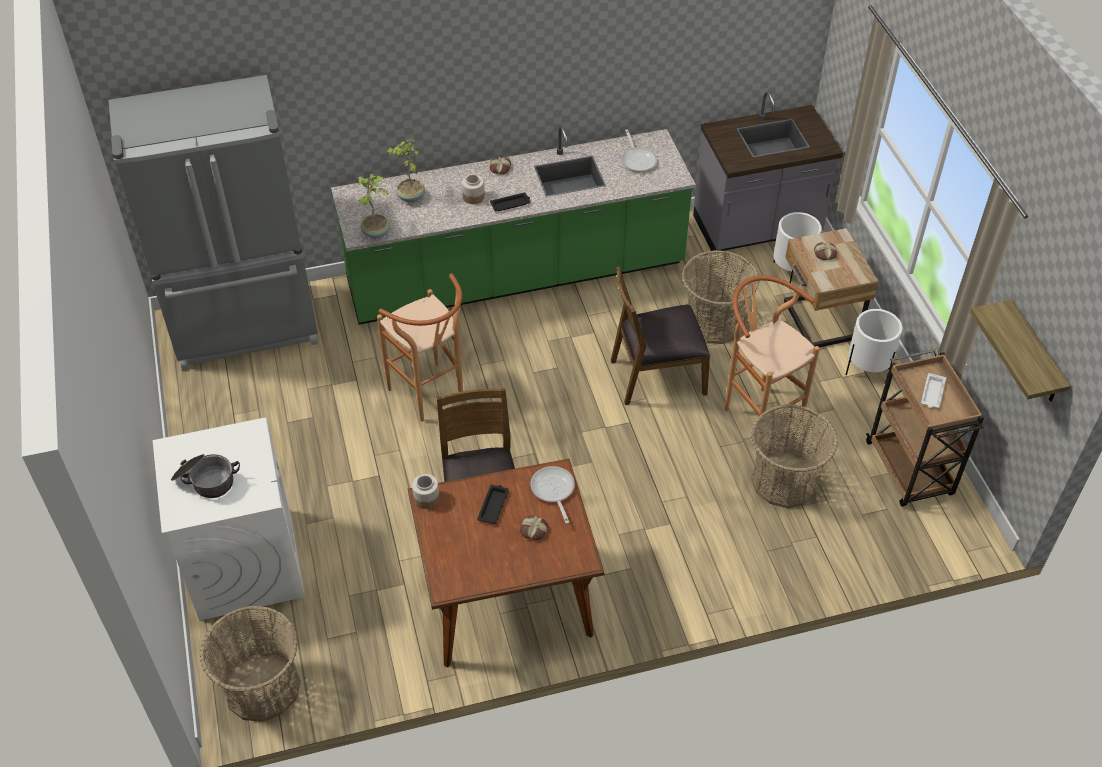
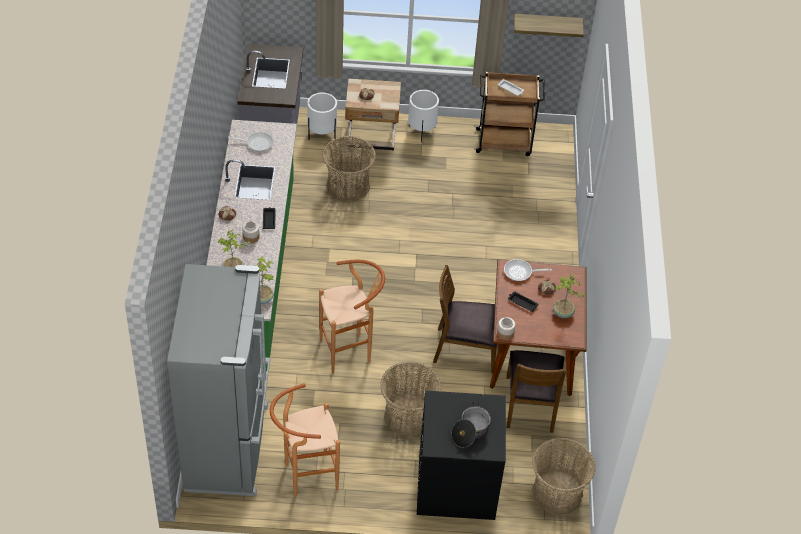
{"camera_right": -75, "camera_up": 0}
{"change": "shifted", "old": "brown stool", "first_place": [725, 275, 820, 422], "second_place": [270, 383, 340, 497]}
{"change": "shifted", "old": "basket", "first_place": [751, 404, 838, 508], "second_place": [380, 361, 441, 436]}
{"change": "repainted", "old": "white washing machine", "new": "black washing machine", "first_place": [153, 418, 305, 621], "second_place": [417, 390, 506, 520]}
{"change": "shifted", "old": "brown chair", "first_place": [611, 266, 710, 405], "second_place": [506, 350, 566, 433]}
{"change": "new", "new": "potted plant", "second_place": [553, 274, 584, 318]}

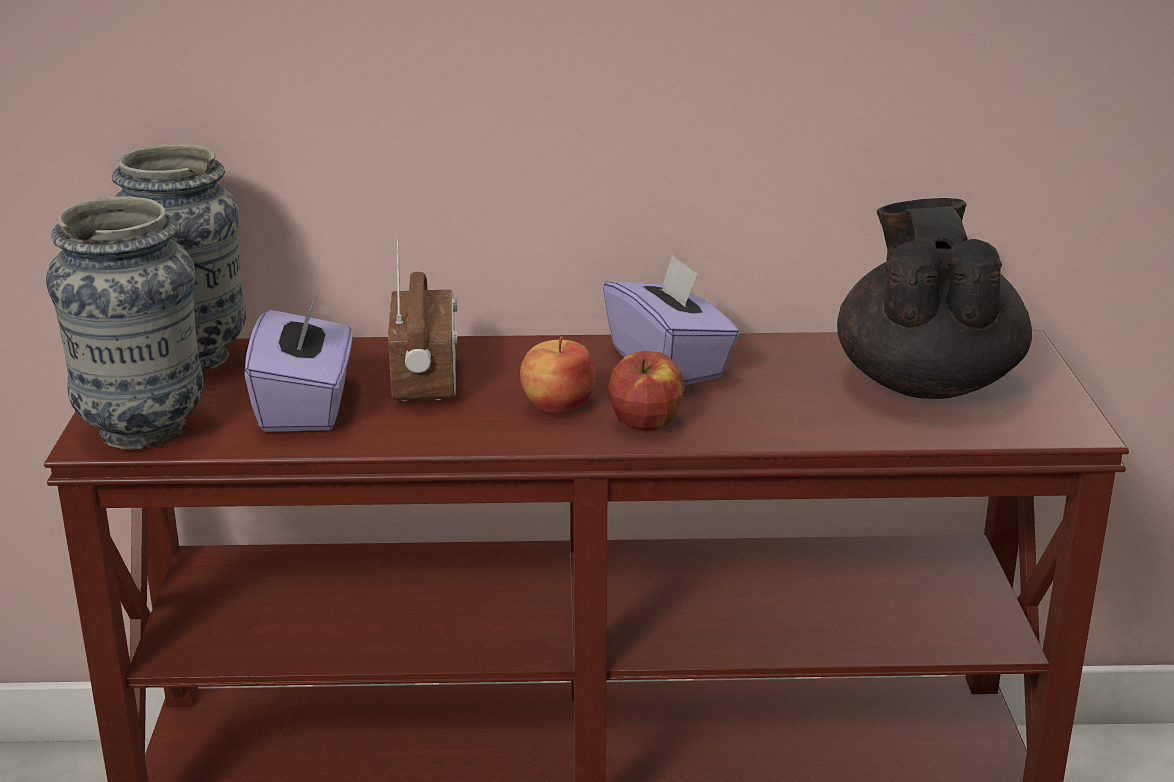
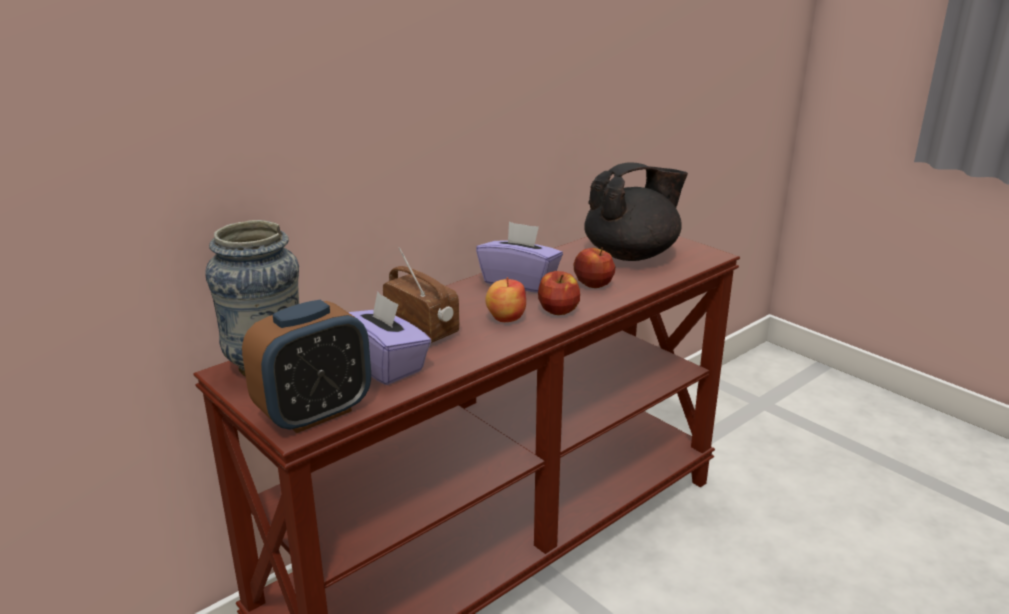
{"camera_right": -40, "camera_up": 0}
{"change": "swapped", "old": "vase", "new": "alarm clock", "first_place": [46, 196, 204, 450], "second_place": [242, 300, 371, 433]}
{"change": "new", "new": "apple", "second_place": [573, 247, 615, 288]}
{"change": "rotated", "old": "black teapot", "first_place": [837, 198, 1032, 399], "second_place": [584, 163, 688, 261], "degrees": 105}

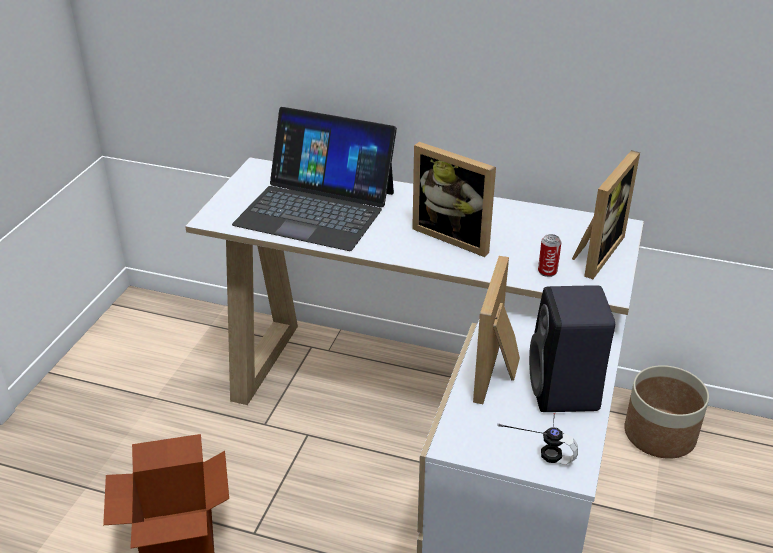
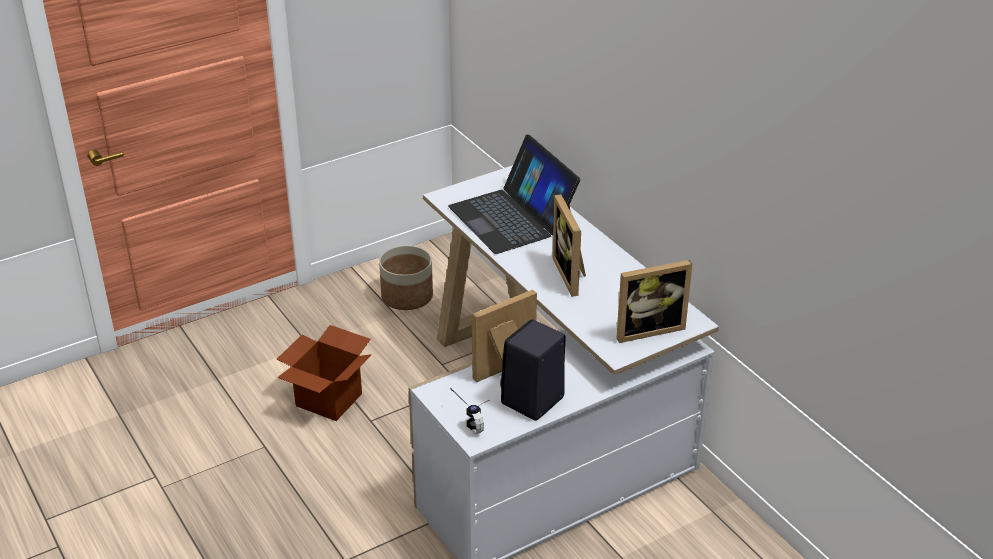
{"camera_right": 40, "camera_up": 0}
{"change": "shifted", "old": "planter", "first_place": [624, 365, 709, 459], "second_place": [379, 245, 433, 310]}
{"change": "gone", "old": "can", "first_place": [538, 234, 562, 277]}

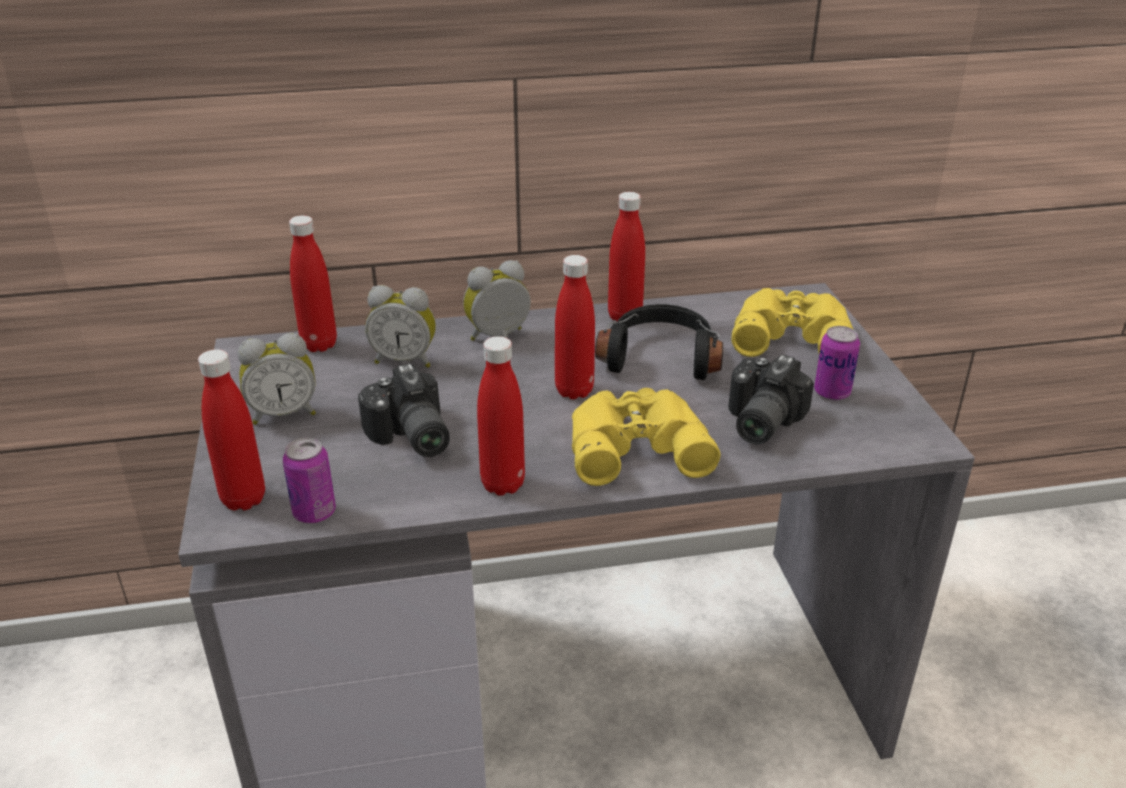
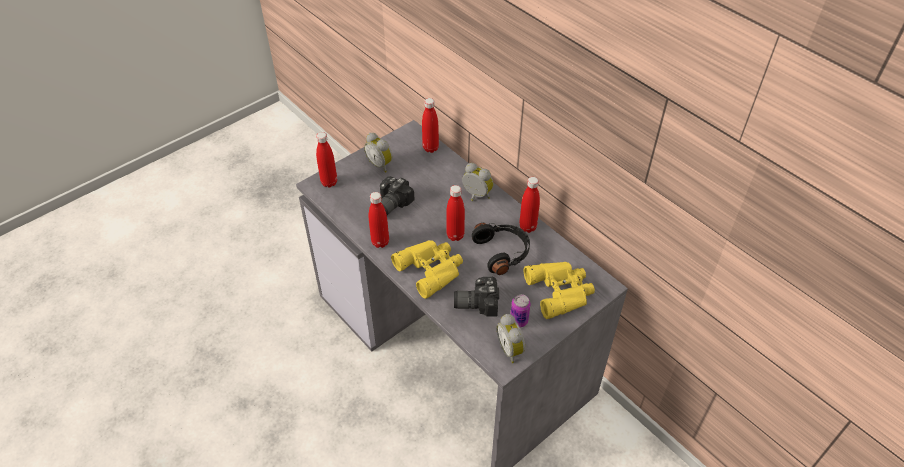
{"camera_right": 60, "camera_up": 15}
{"change": "shifted", "old": "alarm clock", "first_place": [365, 285, 436, 368], "second_place": [497, 314, 525, 363]}
{"change": "gone", "old": "can", "first_place": [283, 437, 336, 523]}

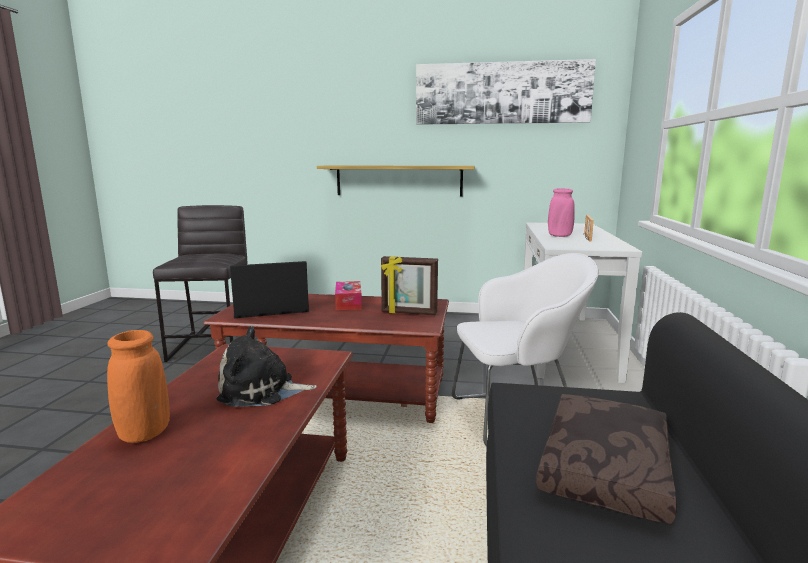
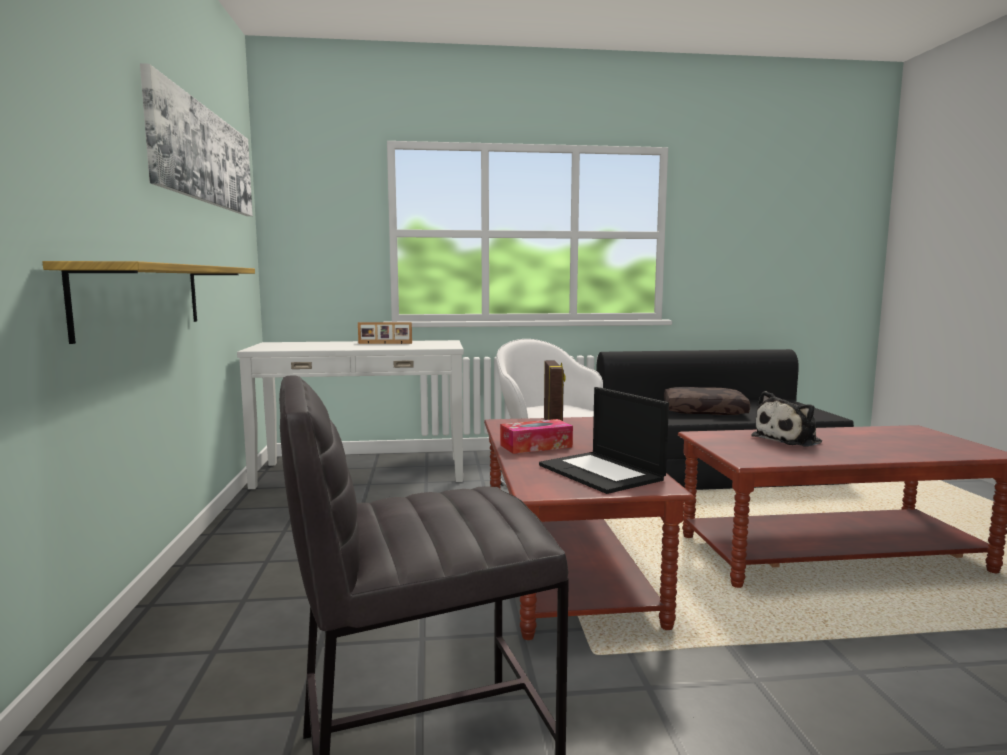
{"camera_right": -105, "camera_up": -5}
{"change": "rotated", "old": "plush toy", "first_place": [217, 326, 317, 407], "second_place": [751, 391, 822, 447], "degrees": 75}
{"change": "gone", "old": "orange vase", "first_place": [107, 330, 170, 443]}
{"change": "gone", "old": "pink vase", "first_place": [548, 189, 575, 237]}

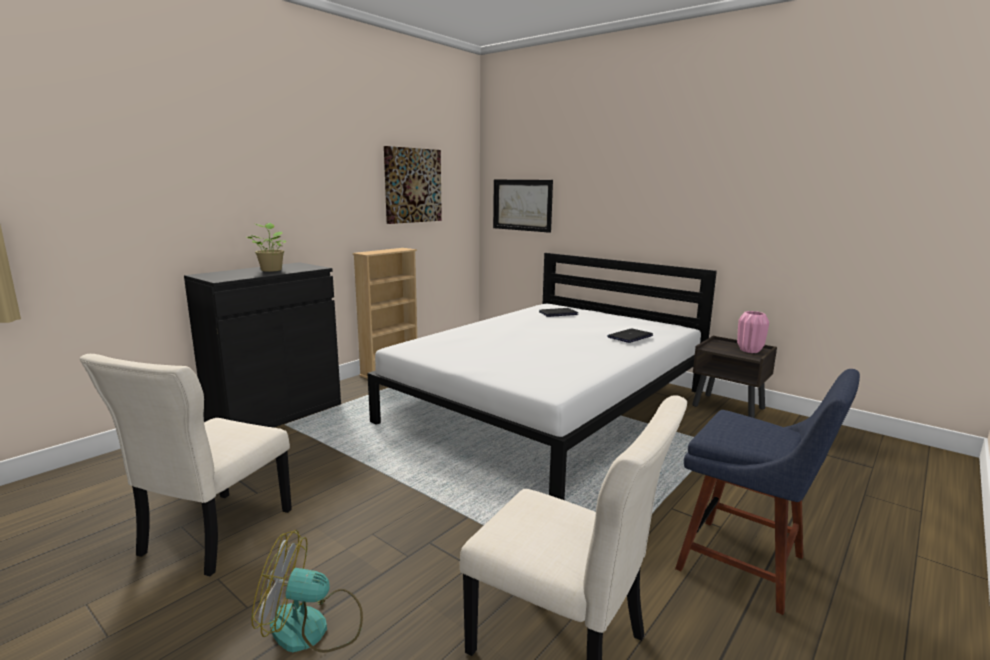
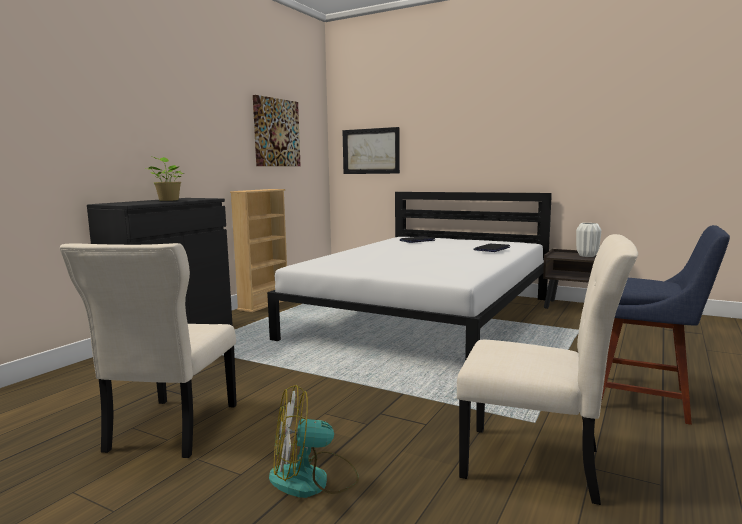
{"camera_right": -10, "camera_up": -5}
{"change": "repainted", "old": "pink vase", "new": "white vase", "first_place": [737, 311, 769, 353], "second_place": [576, 223, 601, 257]}

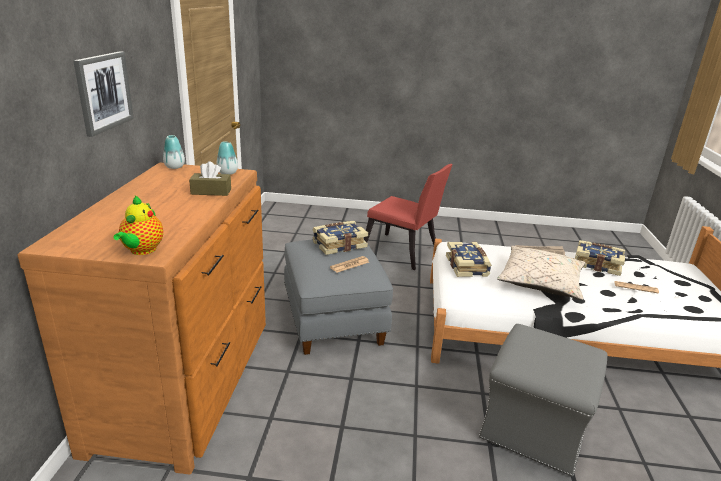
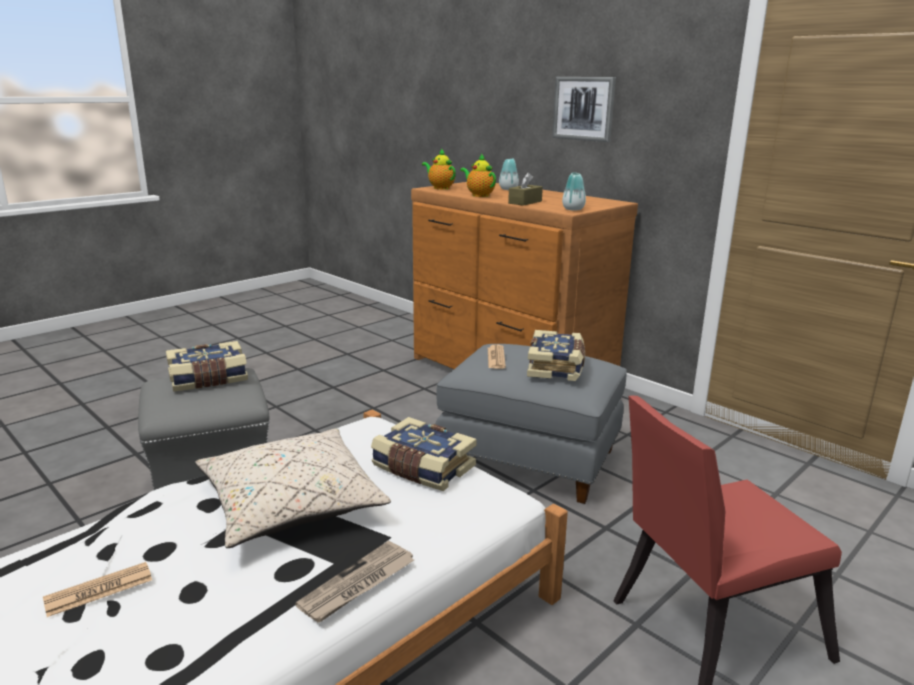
{"camera_right": 130, "camera_up": -5}
{"change": "shifted", "old": "book", "first_place": [575, 240, 625, 276], "second_place": [166, 341, 248, 392]}
{"change": "new", "new": "teapot", "second_place": [460, 154, 496, 197]}
{"change": "shifted", "old": "vase", "first_place": [163, 135, 185, 169], "second_place": [499, 159, 519, 190]}

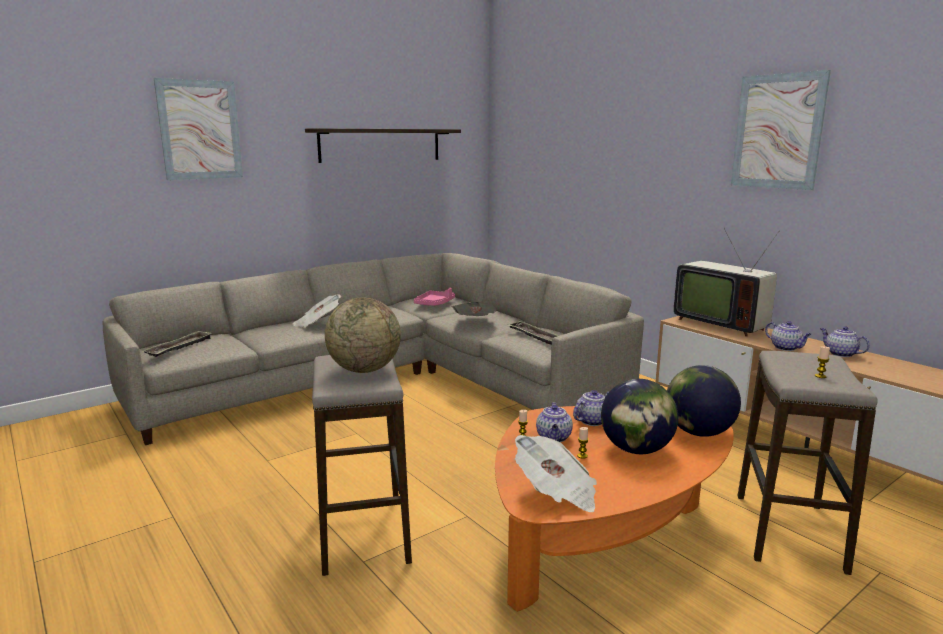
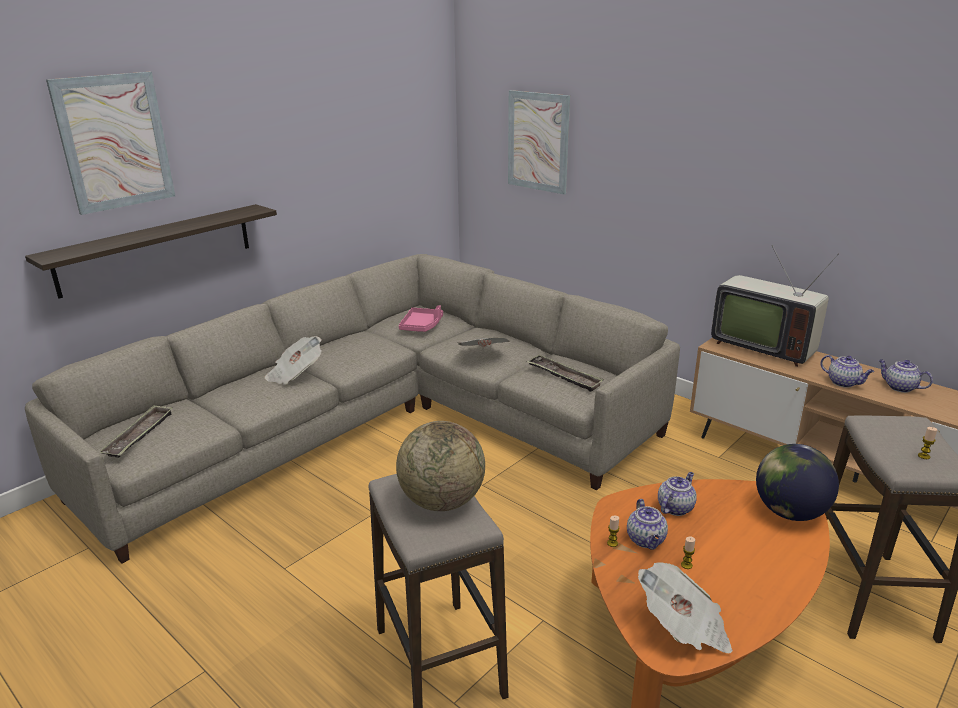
{"camera_right": -10, "camera_up": 10}
{"change": "shifted", "old": "shelf", "first_place": [305, 128, 461, 163], "second_place": [25, 204, 277, 298]}
{"change": "shifted", "old": "picture", "first_place": [731, 70, 831, 190], "second_place": [508, 90, 570, 195]}
{"change": "gone", "old": "globe", "first_place": [601, 379, 678, 454]}

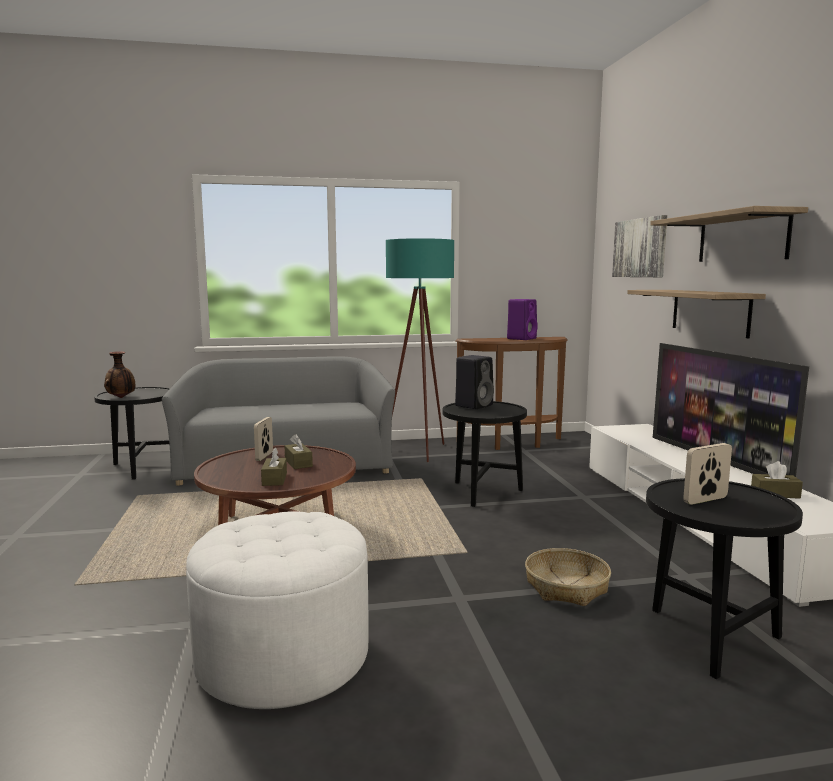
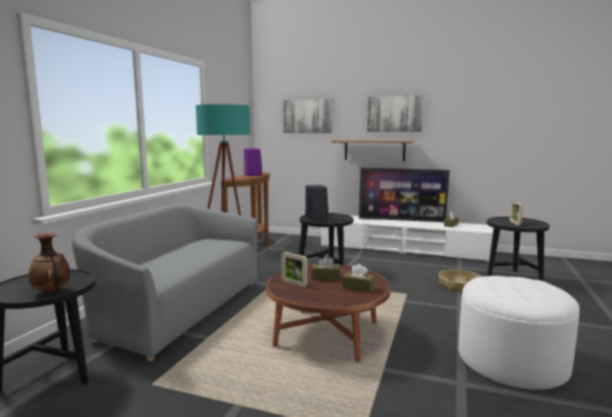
{"camera_right": -60, "camera_up": 0}
{"change": "swapped", "old": "shelf", "new": "picture", "first_place": [650, 206, 808, 262], "second_place": [367, 95, 424, 132]}

